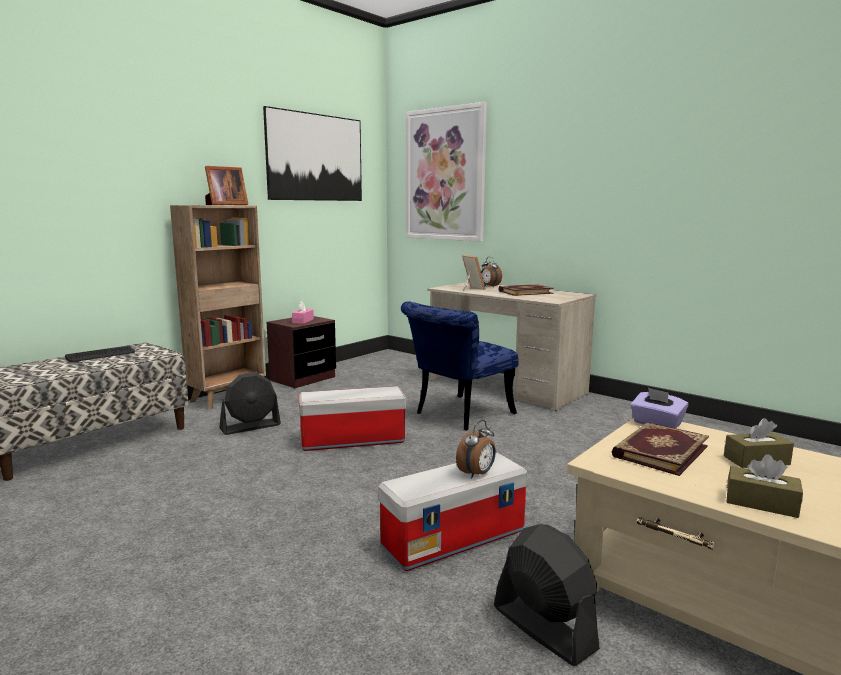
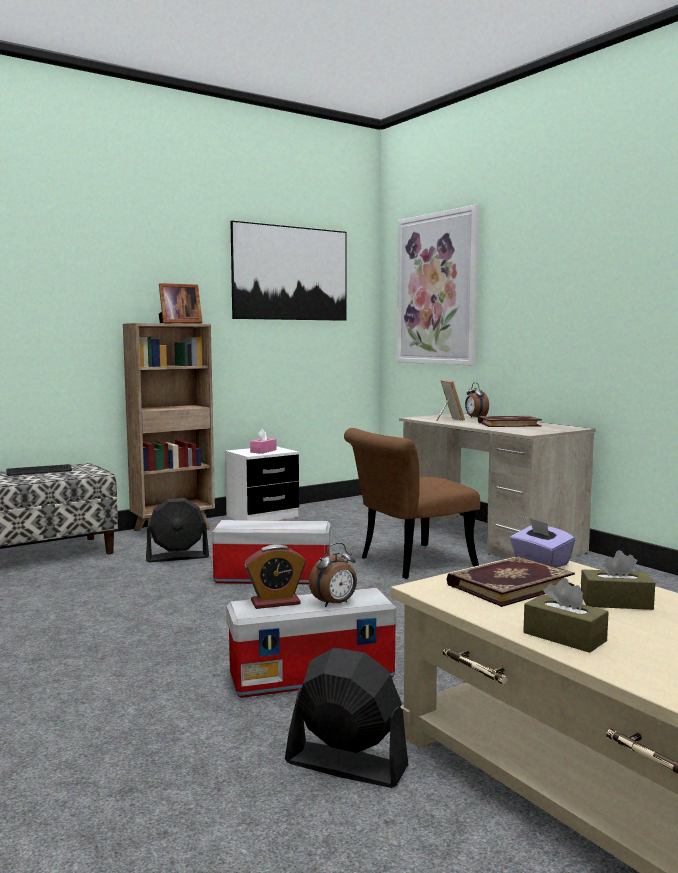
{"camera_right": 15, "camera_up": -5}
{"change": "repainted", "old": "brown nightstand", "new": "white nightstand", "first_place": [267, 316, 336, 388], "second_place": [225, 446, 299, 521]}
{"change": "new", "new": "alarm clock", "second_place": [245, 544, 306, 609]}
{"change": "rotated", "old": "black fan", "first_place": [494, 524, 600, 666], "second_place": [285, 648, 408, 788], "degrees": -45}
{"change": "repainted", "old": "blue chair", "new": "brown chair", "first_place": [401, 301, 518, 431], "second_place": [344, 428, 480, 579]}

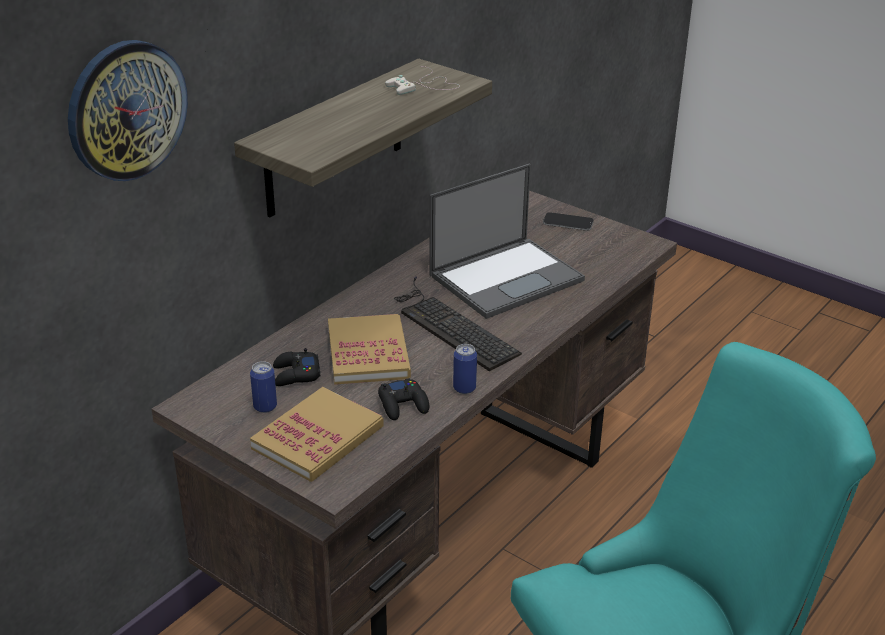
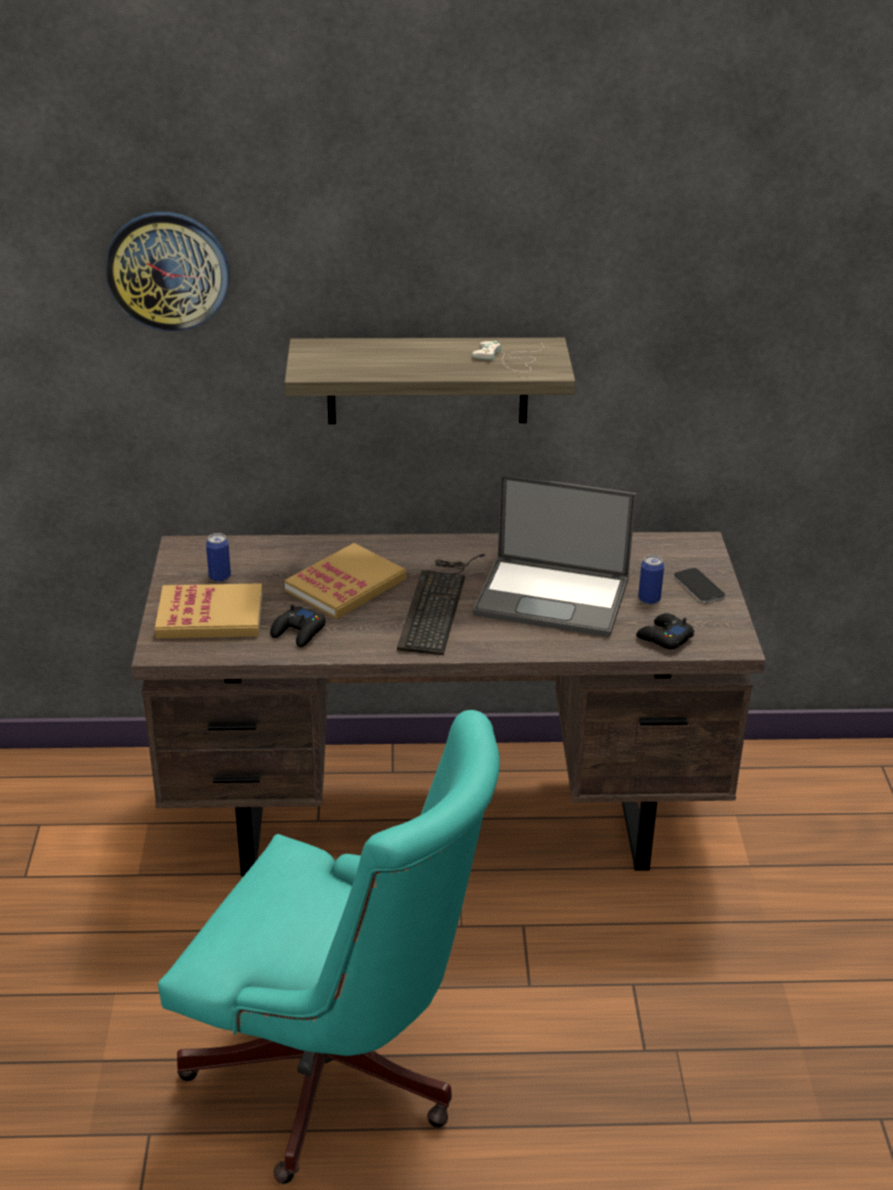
{"camera_right": 50, "camera_up": 0}
{"change": "shifted", "old": "black game controller", "first_place": [273, 348, 321, 386], "second_place": [636, 613, 694, 650]}
{"change": "shifted", "old": "can", "first_place": [453, 344, 477, 394], "second_place": [638, 555, 664, 604]}

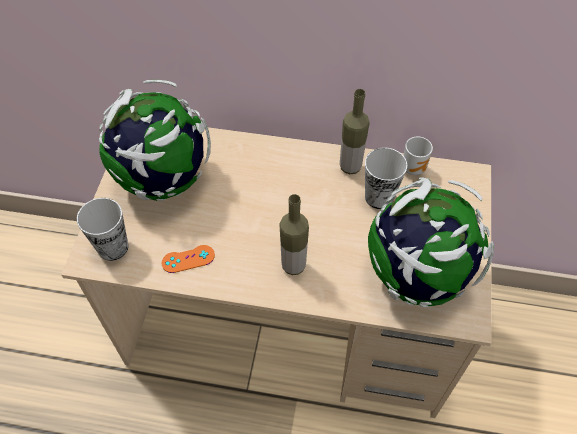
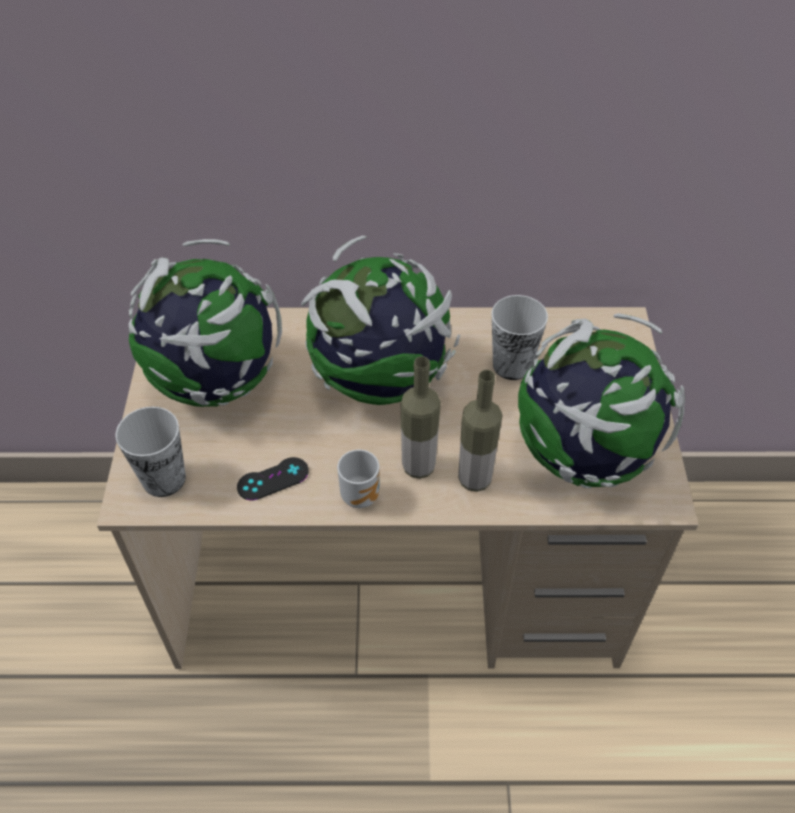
{"camera_right": -10, "camera_up": -5}
{"change": "repainted", "old": "orange game controller", "new": "black game controller", "first_place": [162, 245, 215, 273], "second_place": [237, 457, 309, 500]}
{"change": "new", "new": "globe", "second_place": [301, 236, 460, 405]}
{"change": "shifted", "old": "mug", "first_place": [403, 137, 433, 175], "second_place": [337, 450, 379, 508]}
{"change": "shifted", "old": "bottle", "first_place": [340, 89, 370, 174], "second_place": [458, 370, 502, 492]}

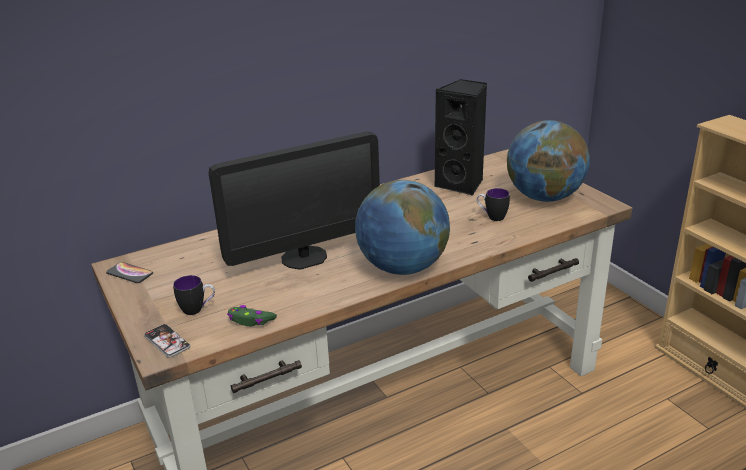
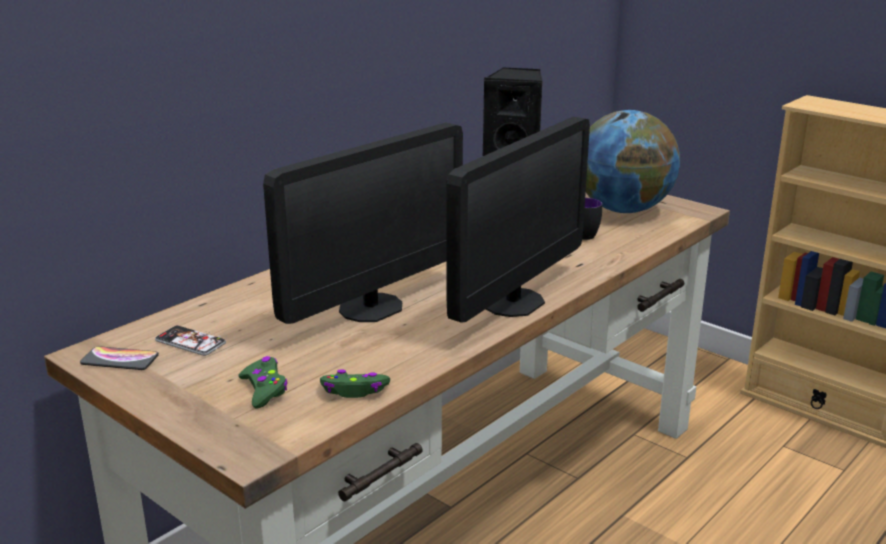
{"camera_right": -20, "camera_up": -5}
{"change": "shifted", "old": "phone", "first_place": [144, 324, 191, 358], "second_place": [155, 325, 226, 356]}
{"change": "swapped", "old": "mug", "new": "green game controller", "first_place": [173, 275, 215, 315], "second_place": [238, 356, 287, 408]}
{"change": "swapped", "old": "globe", "new": "monitor", "first_place": [355, 180, 450, 275], "second_place": [446, 117, 590, 323]}

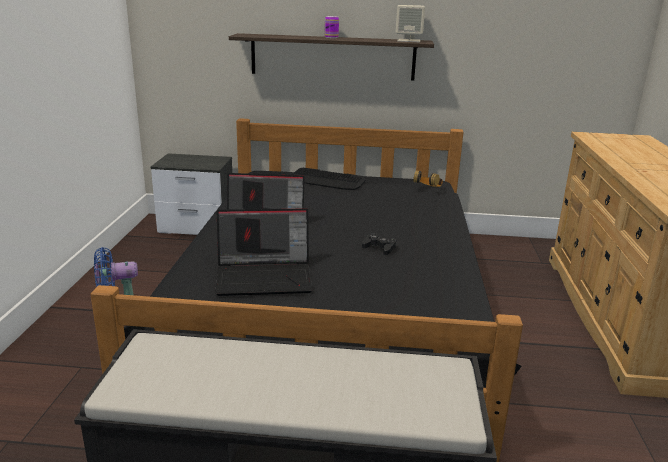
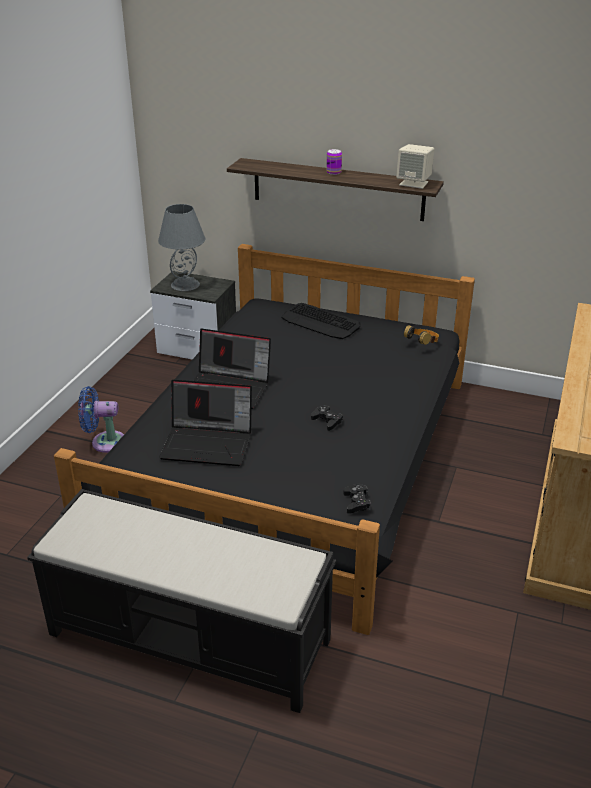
{"camera_right": 15, "camera_up": 10}
{"change": "new", "new": "grey table lamp", "second_place": [158, 204, 205, 291]}
{"change": "new", "new": "black game controller", "second_place": [344, 483, 371, 514]}

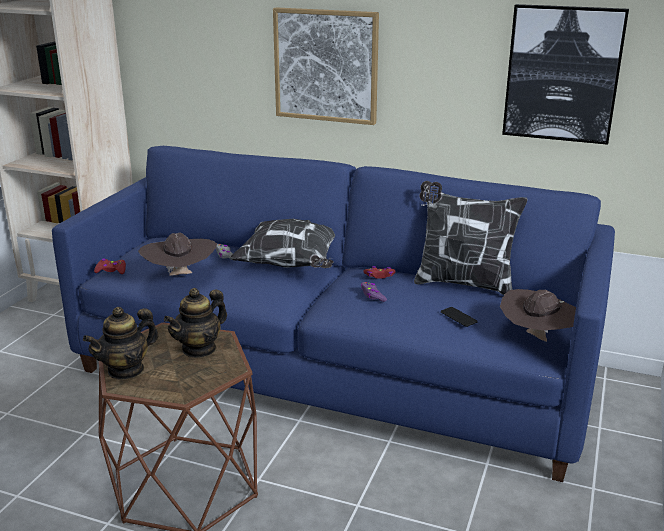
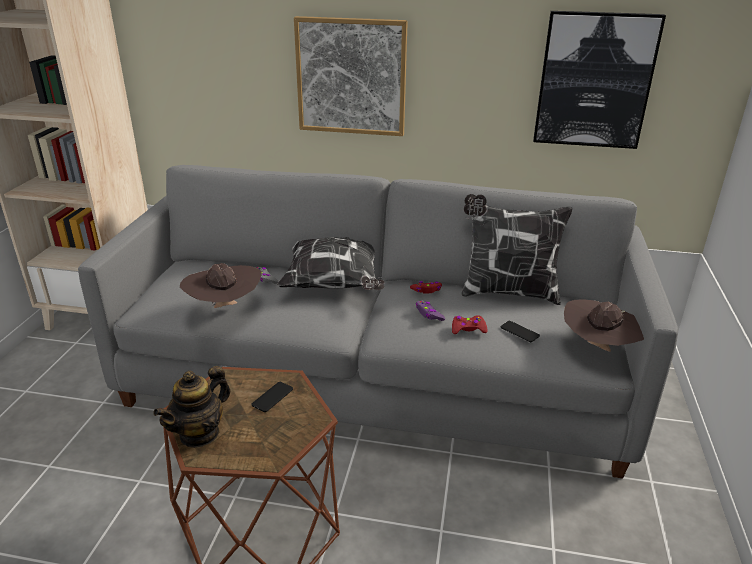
{"camera_right": -10, "camera_up": 5}
{"change": "repainted", "old": "blue sofa", "new": "grey sofa", "first_place": [52, 146, 615, 482], "second_place": [78, 165, 678, 478]}
{"change": "swapped", "old": "teapot", "new": "phone", "first_place": [164, 288, 227, 358], "second_place": [251, 382, 293, 412]}
{"change": "shifted", "old": "red game controller", "first_place": [94, 258, 126, 274], "second_place": [452, 315, 488, 334]}

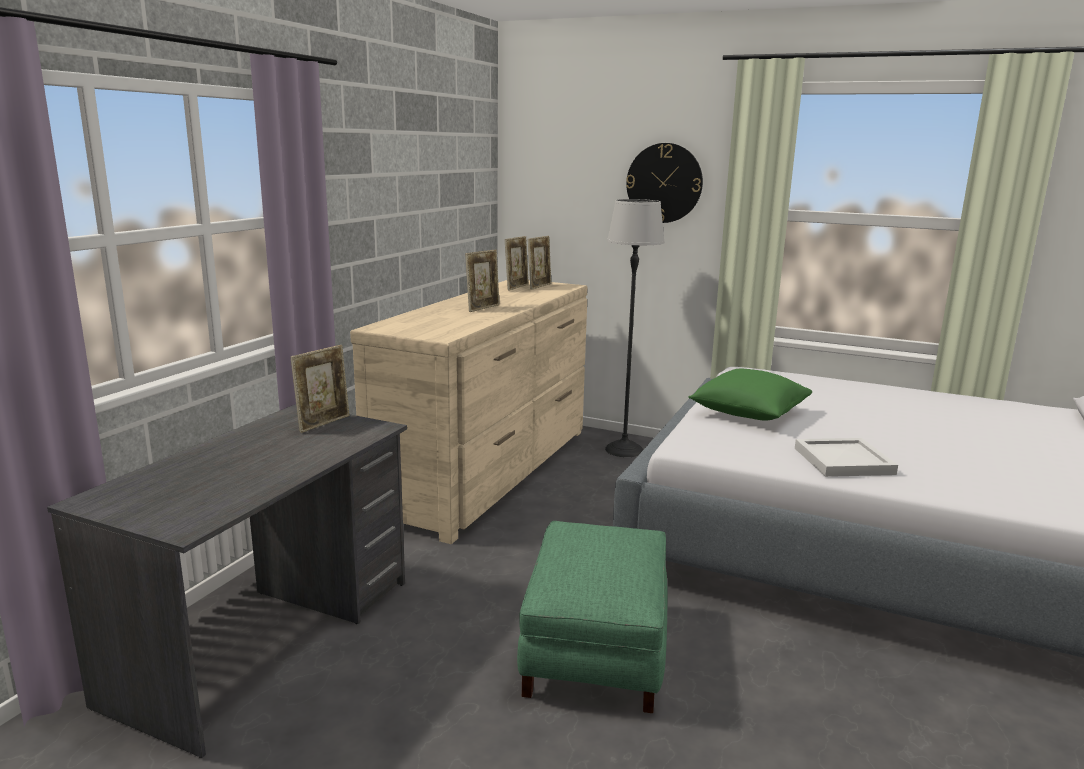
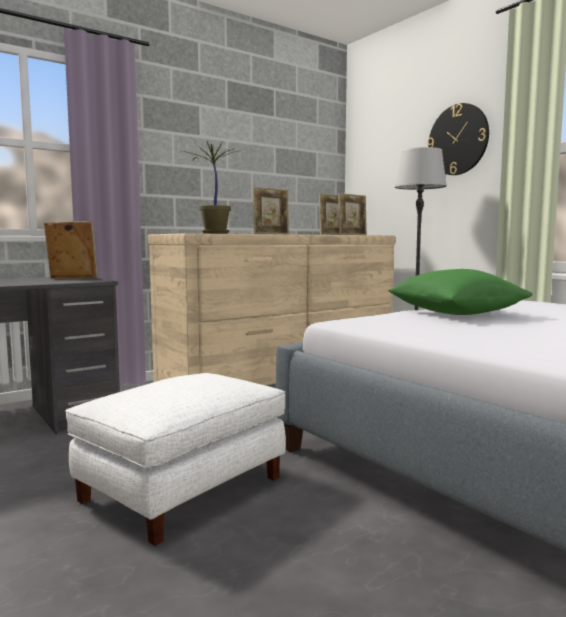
{"camera_right": 30, "camera_up": -10}
{"change": "rotated", "old": "picture frame", "first_place": [291, 345, 350, 433], "second_place": [44, 221, 98, 279], "degrees": -150}
{"change": "repainted", "old": "green ottoman", "new": "white ottoman", "first_place": [517, 521, 668, 713], "second_place": [65, 373, 286, 546]}
{"change": "new", "new": "potted plant", "second_place": [183, 141, 238, 234]}
{"change": "gone", "old": "white tray", "first_place": [795, 438, 898, 477]}

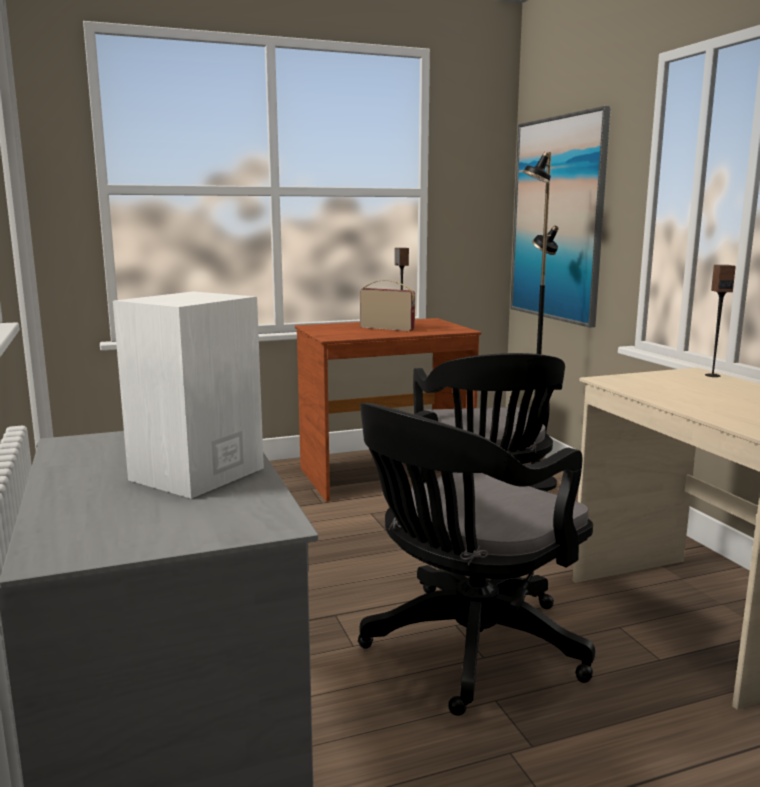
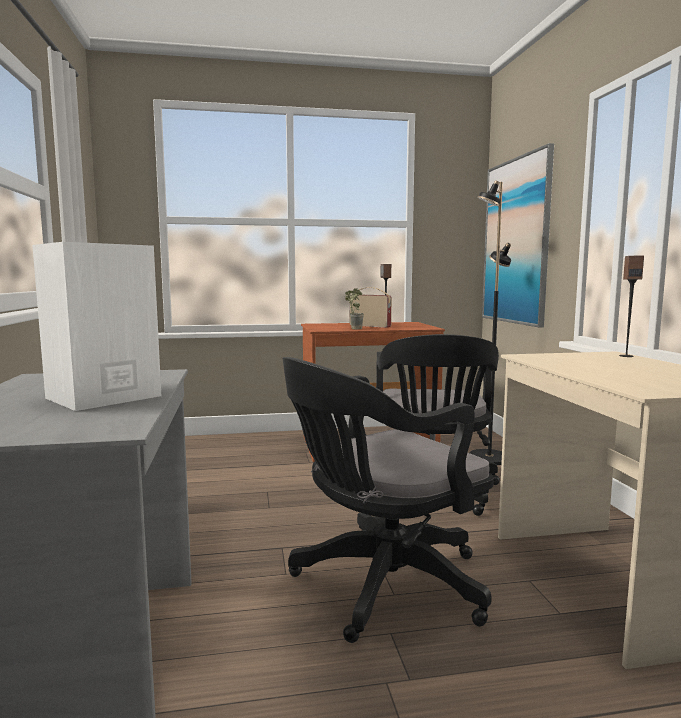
{"camera_right": 10, "camera_up": -5}
{"change": "new", "new": "potted plant", "second_place": [345, 288, 364, 330]}

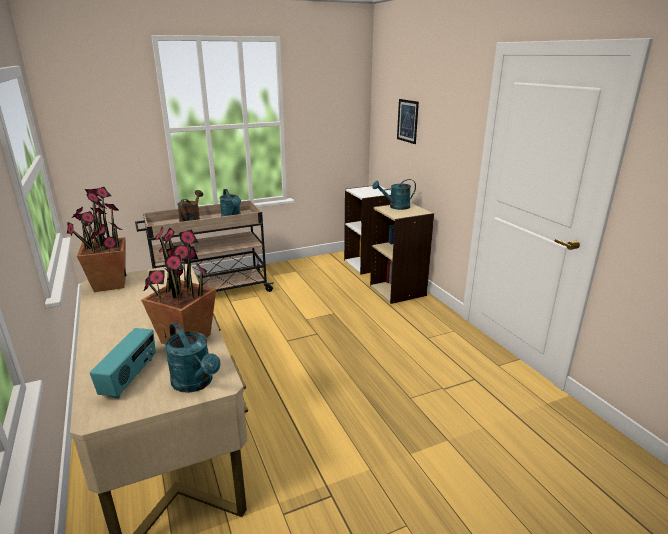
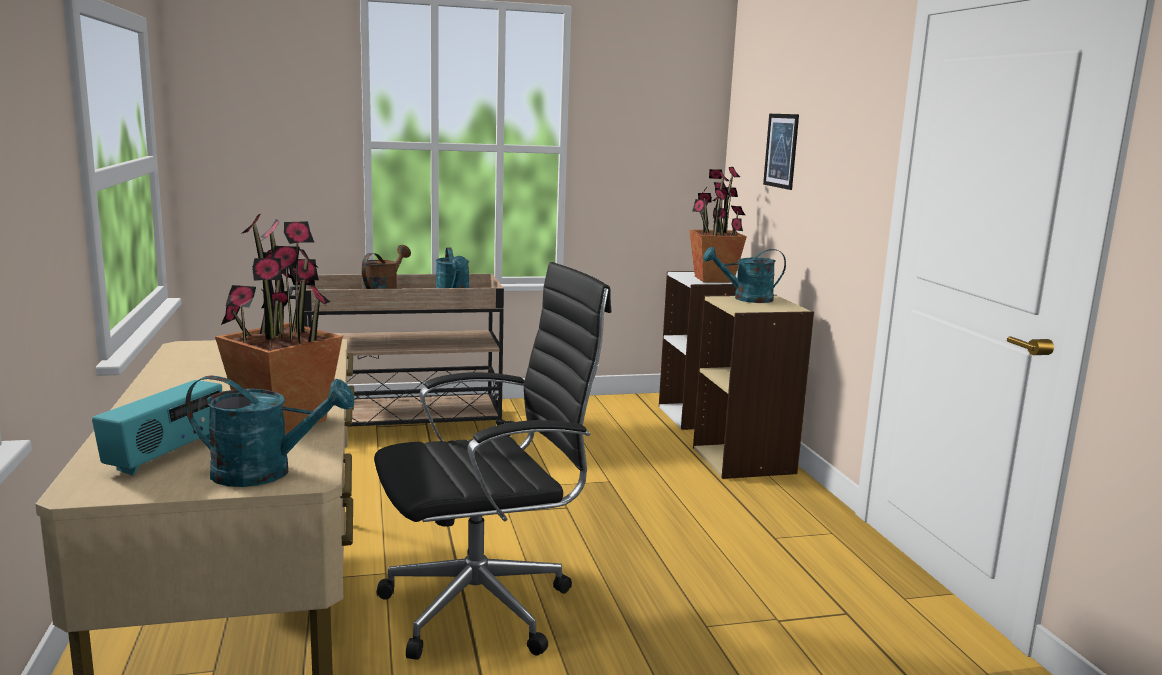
{"camera_right": 10, "camera_up": -10}
{"change": "rotated", "old": "turquoise watering can", "first_place": [165, 322, 221, 393], "second_place": [186, 375, 354, 487], "degrees": -60}
{"change": "new", "new": "black office chair", "second_place": [374, 262, 611, 660]}
{"change": "shifted", "old": "potted plant", "first_place": [67, 187, 127, 292], "second_place": [689, 167, 747, 282]}

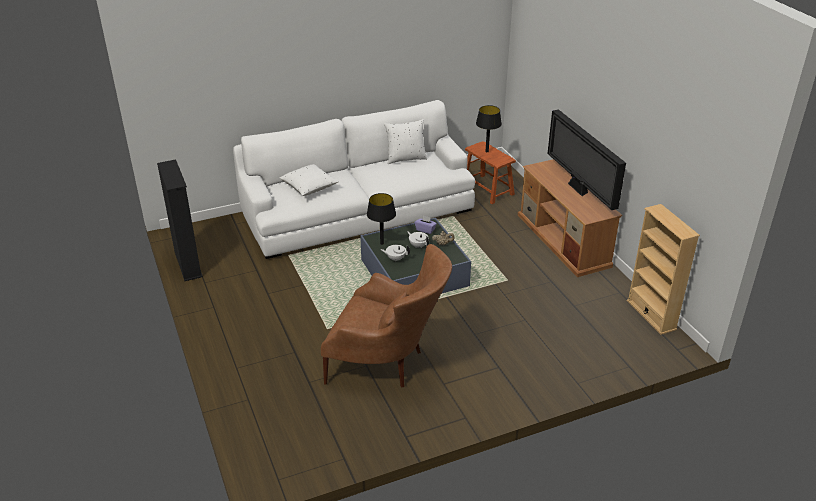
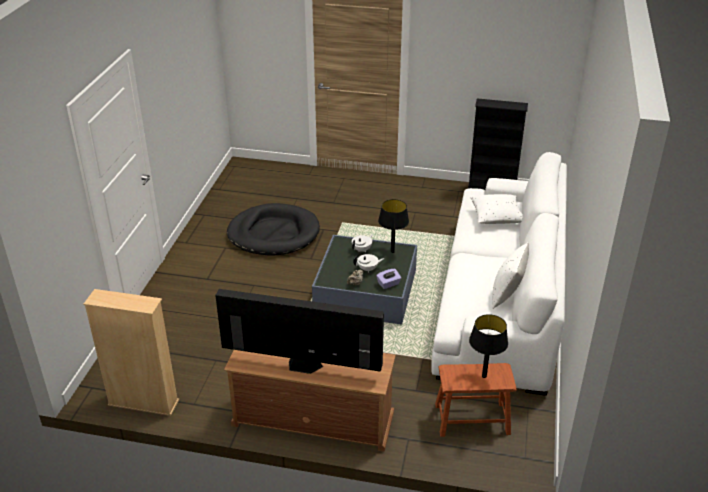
{"camera_right": 125, "camera_up": 0}
{"change": "swapped", "old": "brown armchair", "new": "black dog bed", "first_place": [321, 244, 452, 388], "second_place": [227, 203, 320, 256]}

